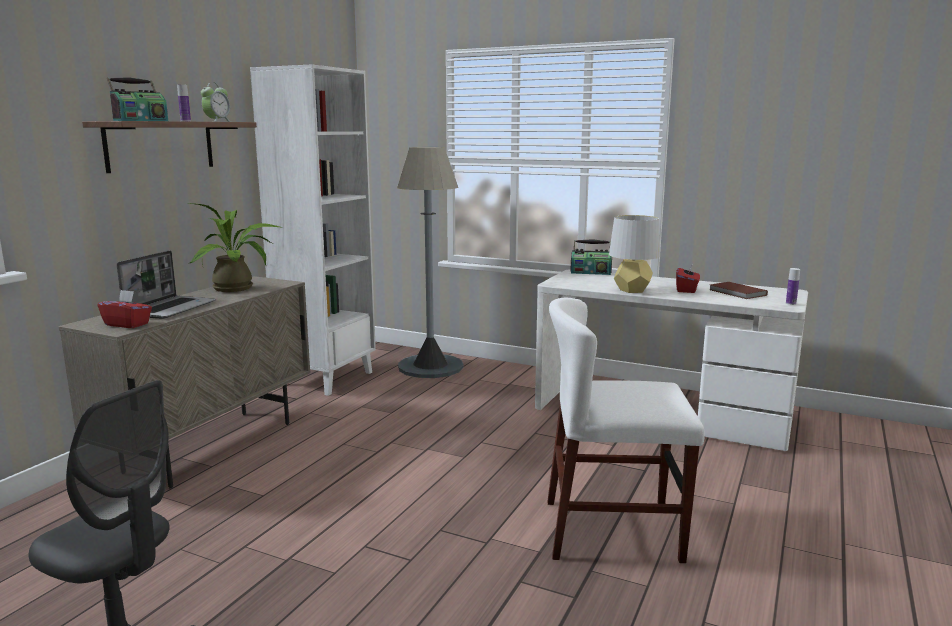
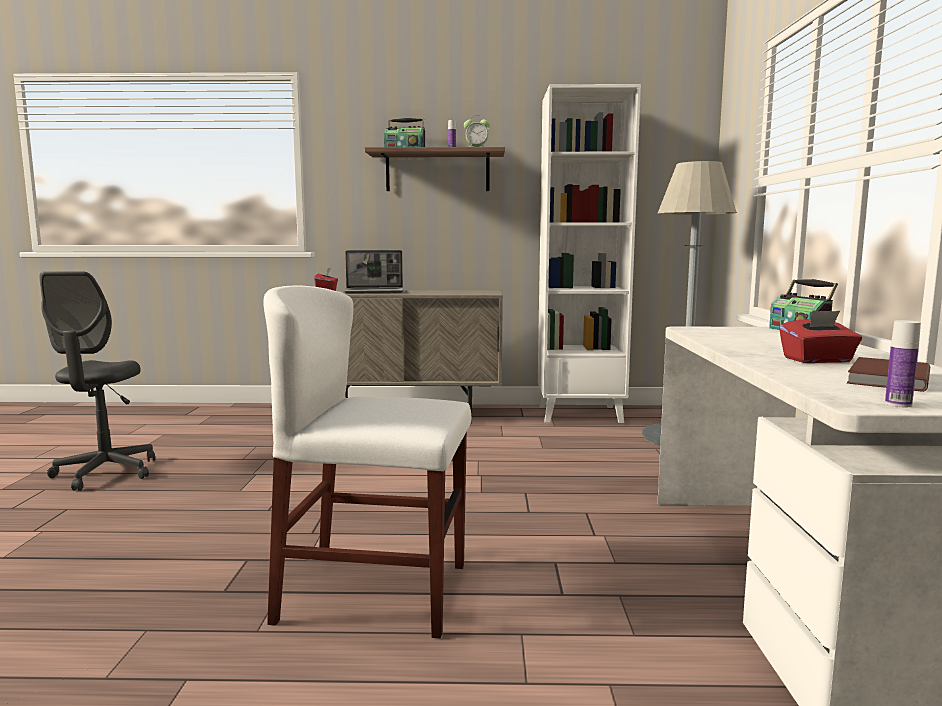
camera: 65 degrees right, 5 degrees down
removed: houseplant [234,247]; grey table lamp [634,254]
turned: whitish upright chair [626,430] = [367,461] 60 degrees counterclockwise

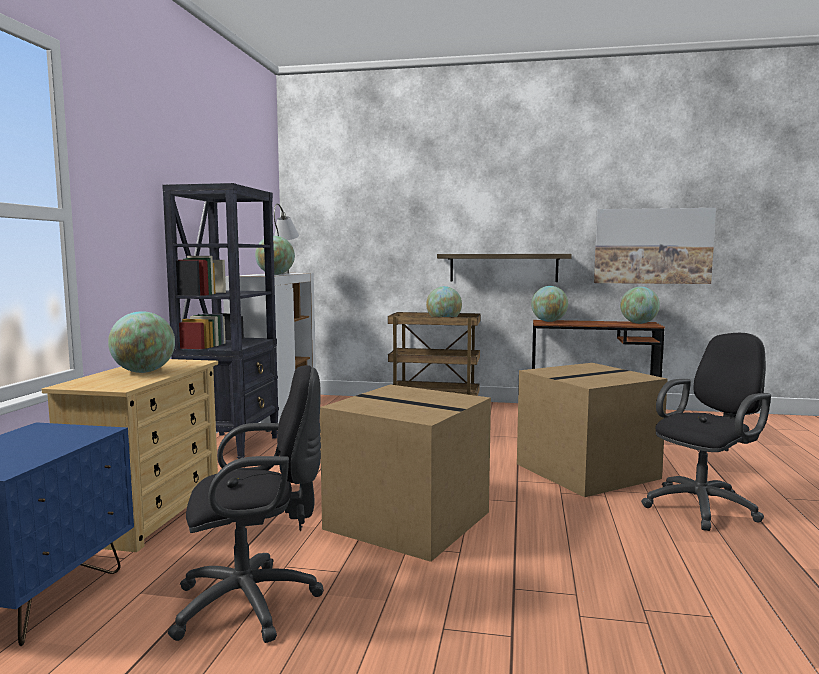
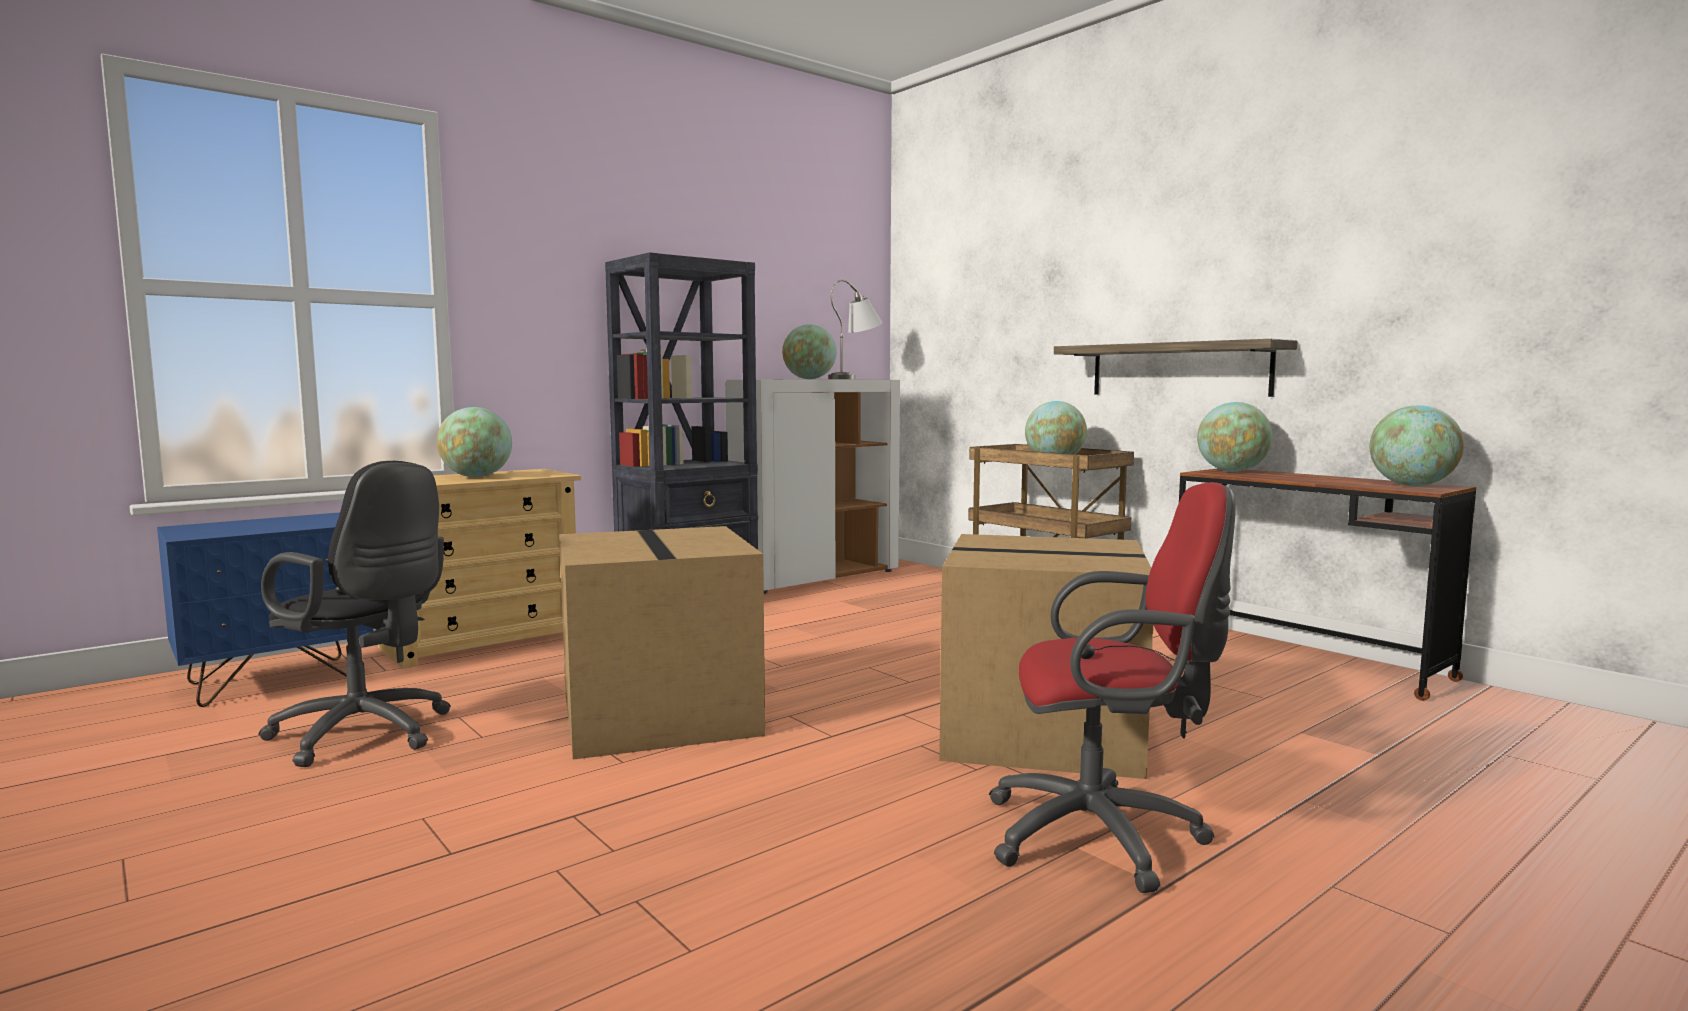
camera: 40 degrees right, 0 degrees up
removed: wall art [655,246]
recoloured: blackish computer chair [706,432] to red-coloured computer chair [1112,687]

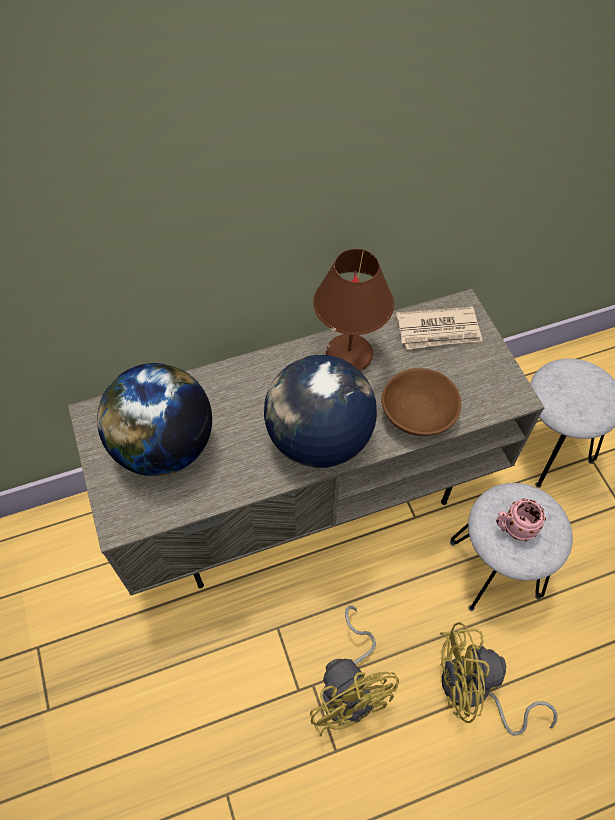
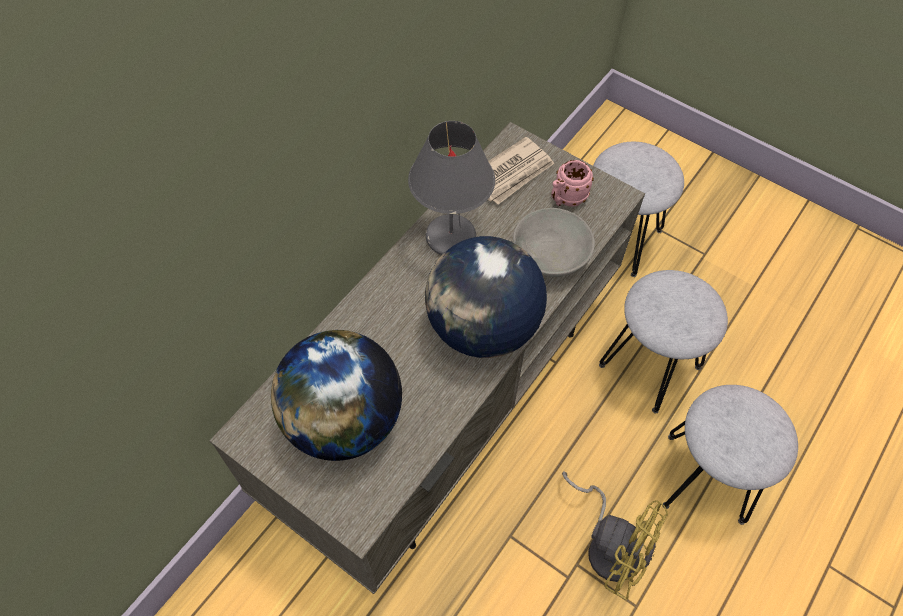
camera: 35 degrees left, 0 degrees up
moved: pinkish coffee mug [521,519] to [572,183]
replaced: yellowish cooling fan [499,679] to grey stool seat [730,455]
recoloured: brownish table lamp [353,310] to grey table lamp [451,188]; brownish deep dish [421,402] to grey deep dish [554,242]

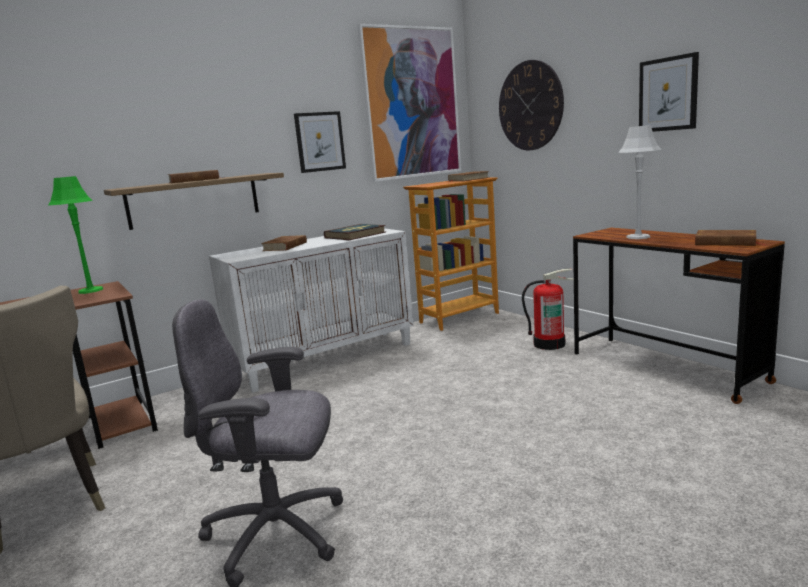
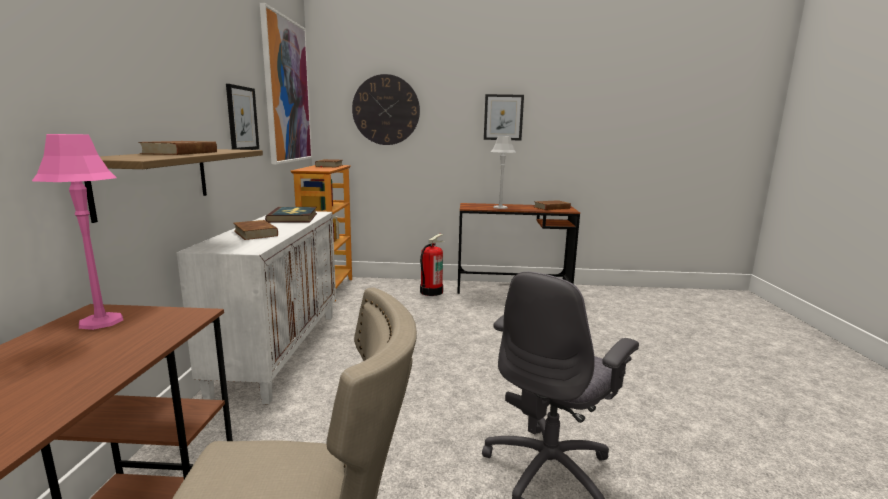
camera: 55 degrees left, 0 degrees up
recoloured: green-coloured table lamp [76,235] to pinkish table lamp [77,232]

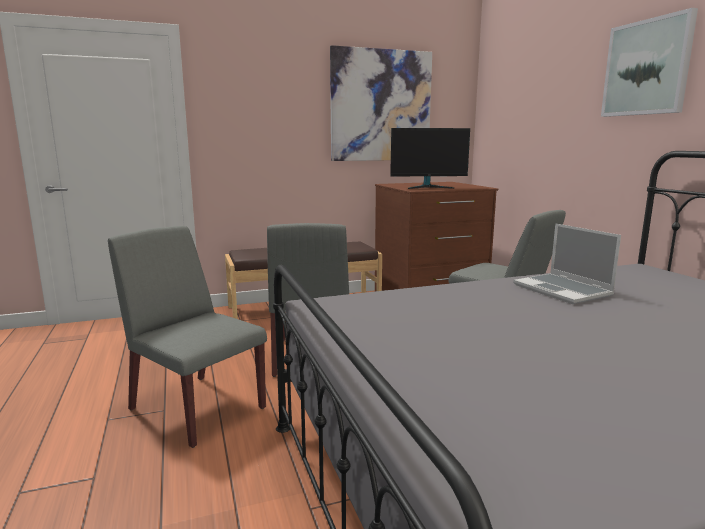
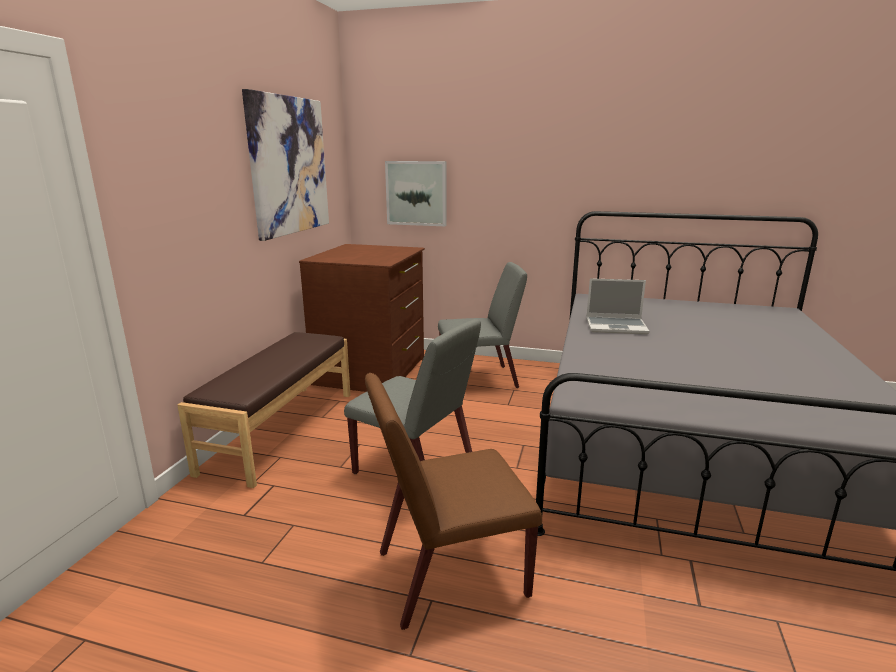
camera: 55 degrees left, 5 degrees up
removed: computer screen [430,158]
moved: wall art [649,62] to [415,193]
recoloured: grey upright chair [187,337] to brownish upright chair [453,501]

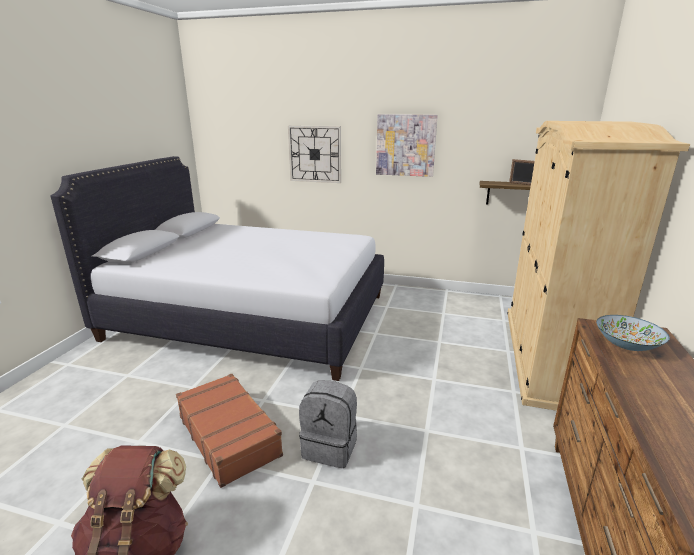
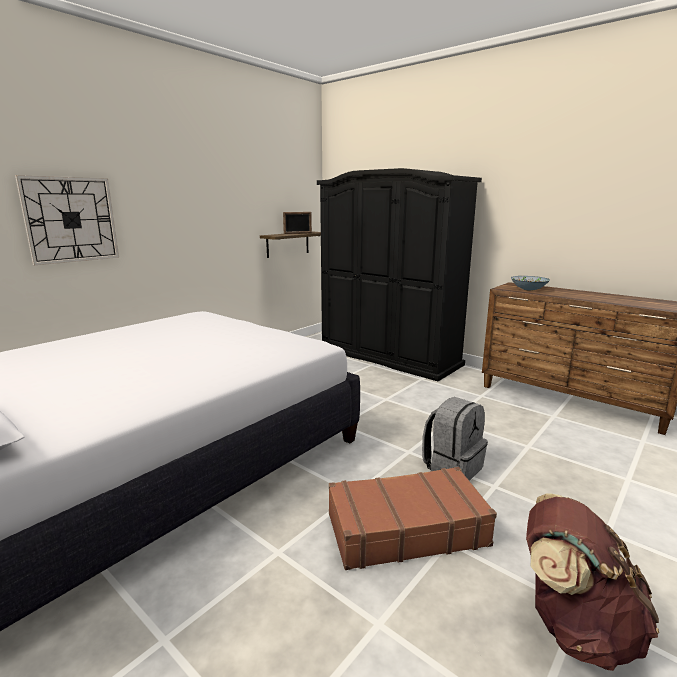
camera: 65 degrees left, 5 degrees down
removed: wall art [407,145]
recoloured: beige armoire [598,266] to blackish armoire [399,274]

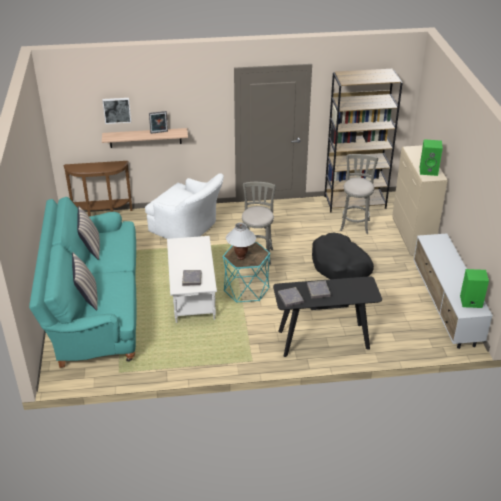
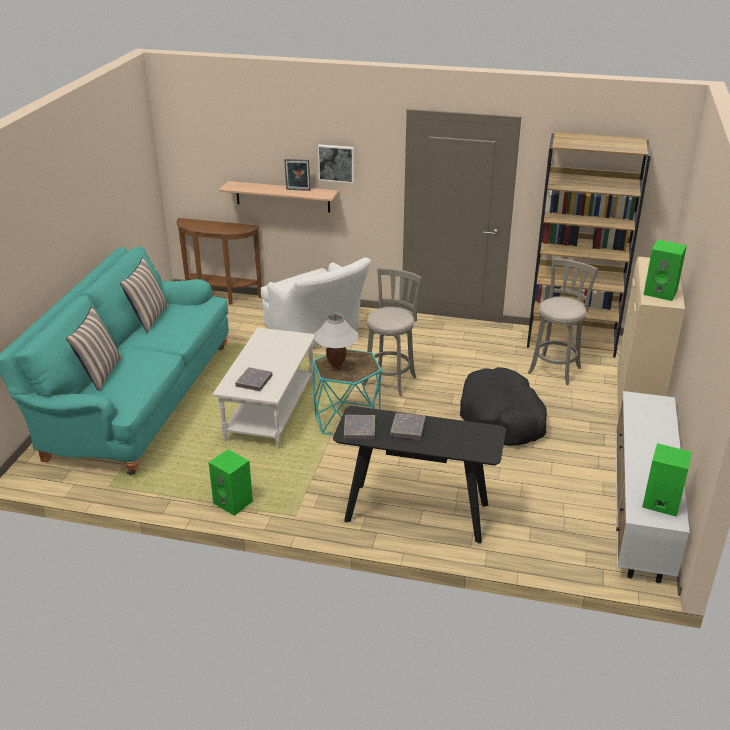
camera: 20 degrees right, 5 degrees down
added: green-coloured speaker [230,483]
moved: wall art [116,111] to [336,163]

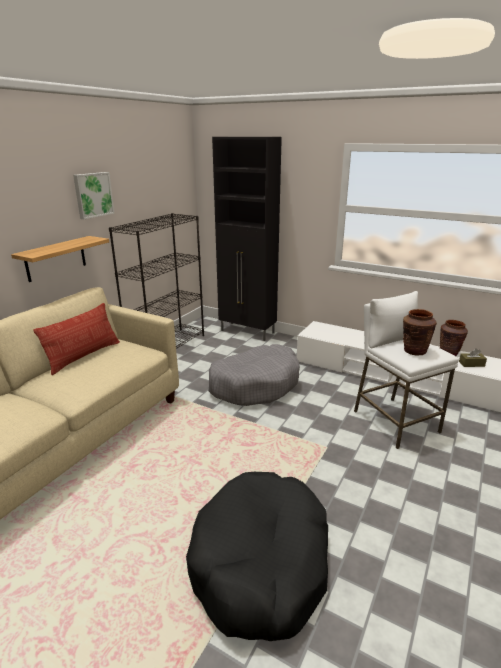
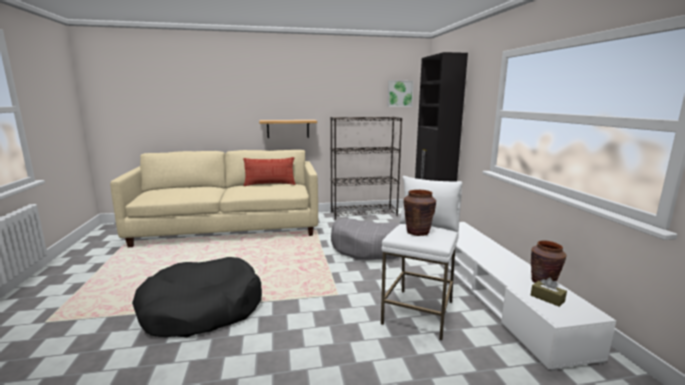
camera: 50 degrees right, 10 degrees down
moved: wall art [93,195] to [401,93]

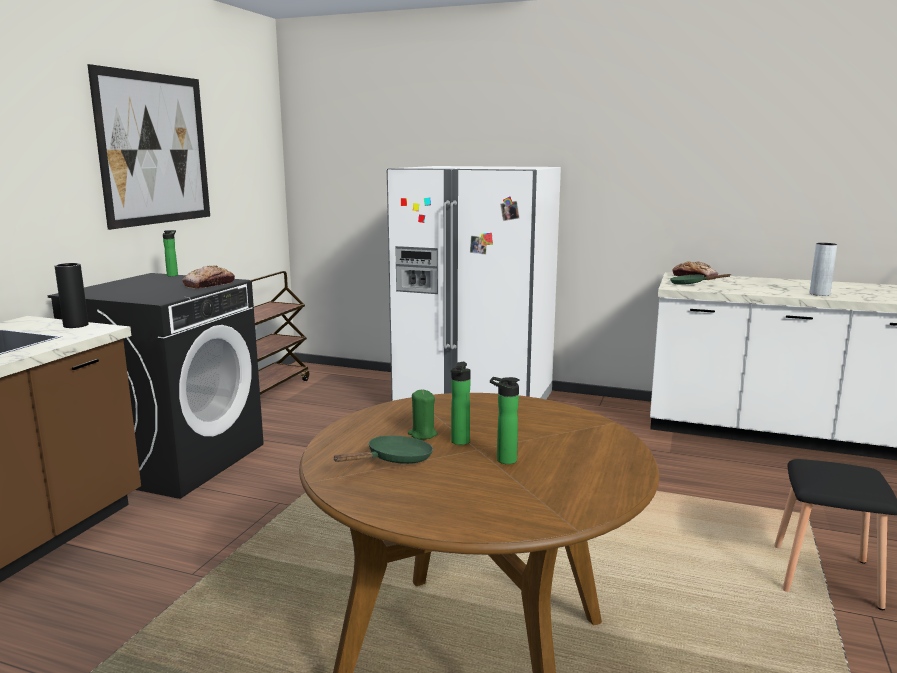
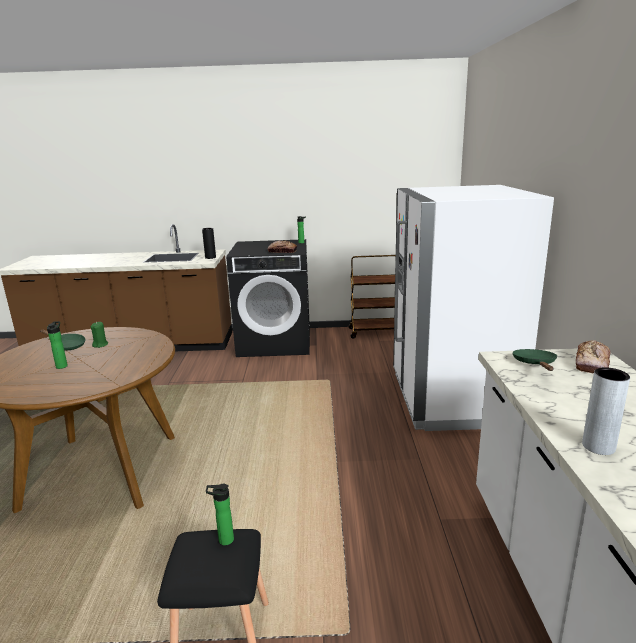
camera: 70 degrees right, 5 degrees up
removed: wall art [148,147]
moved: drink bottle [460,403] to [220,515]

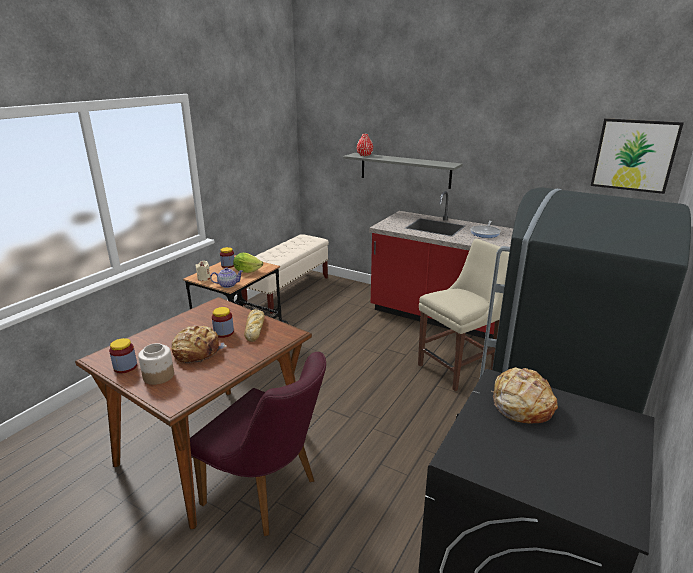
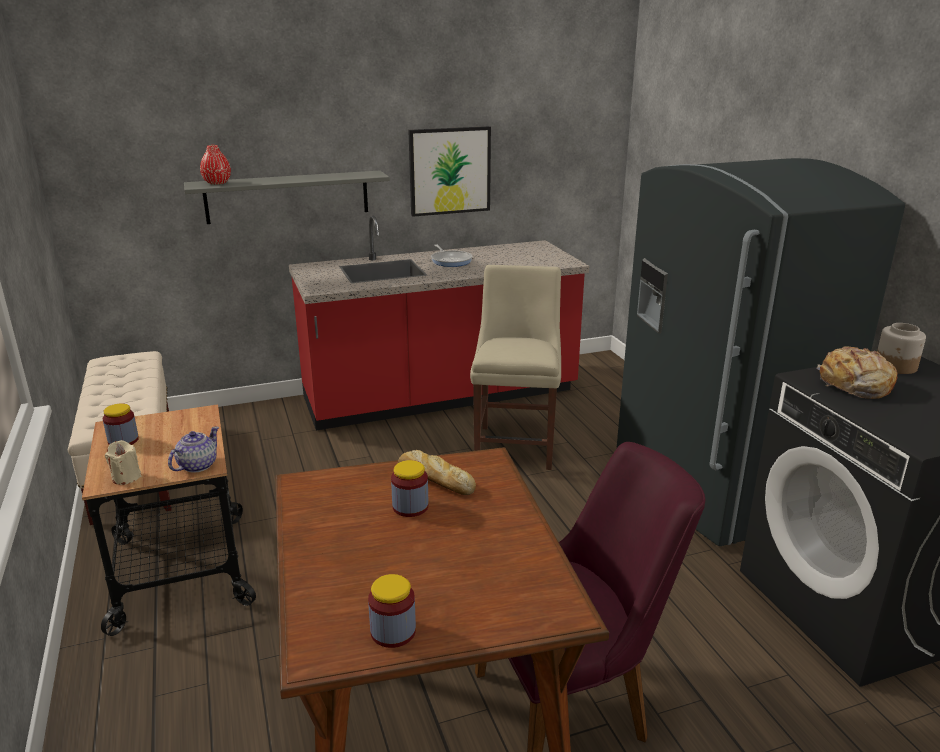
camera: 50 degrees left, 0 degrees up
removed: lettuce head [248,263]; bread [199,344]
moved: wall art [637,156] to [449,171]; storage jar [156,364] to [901,348]

